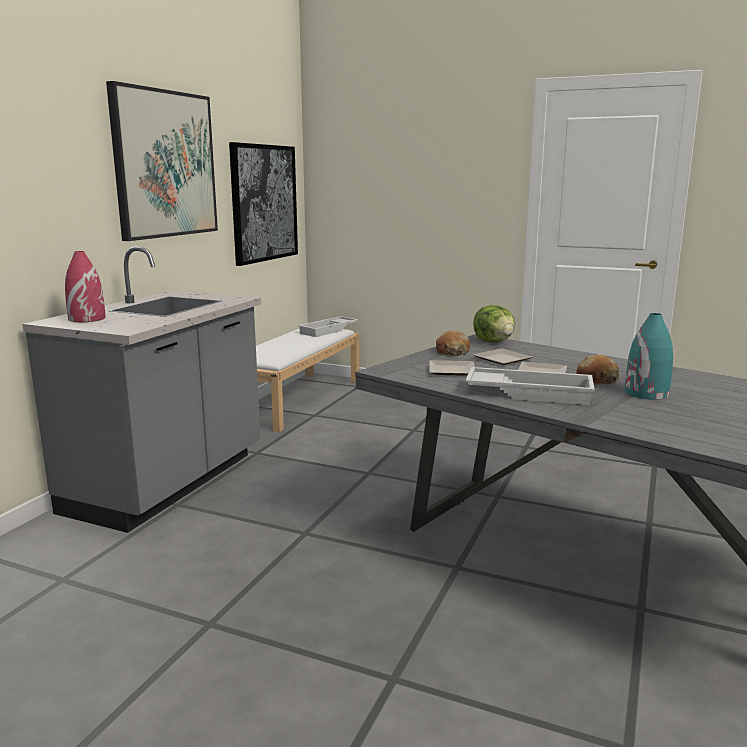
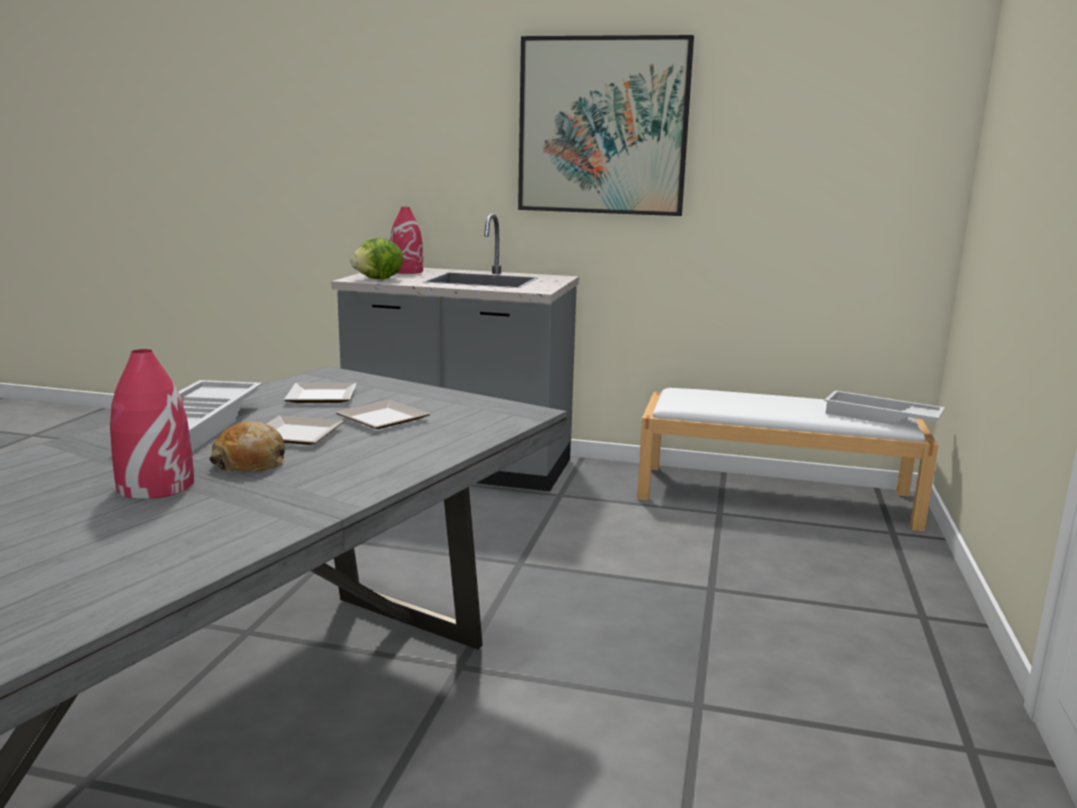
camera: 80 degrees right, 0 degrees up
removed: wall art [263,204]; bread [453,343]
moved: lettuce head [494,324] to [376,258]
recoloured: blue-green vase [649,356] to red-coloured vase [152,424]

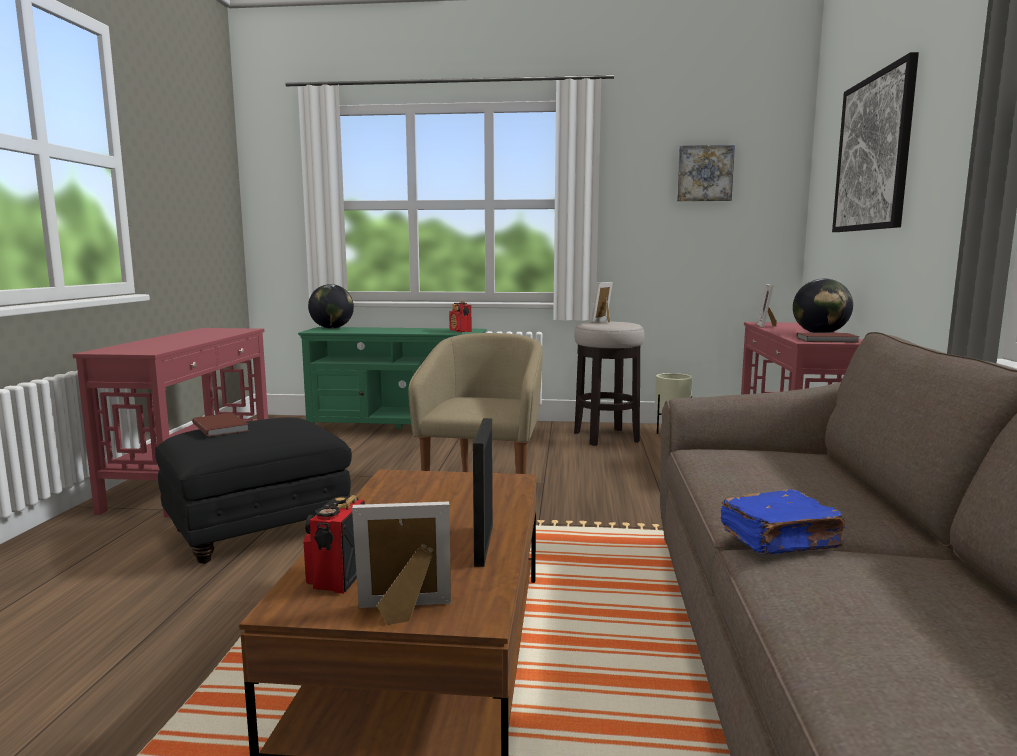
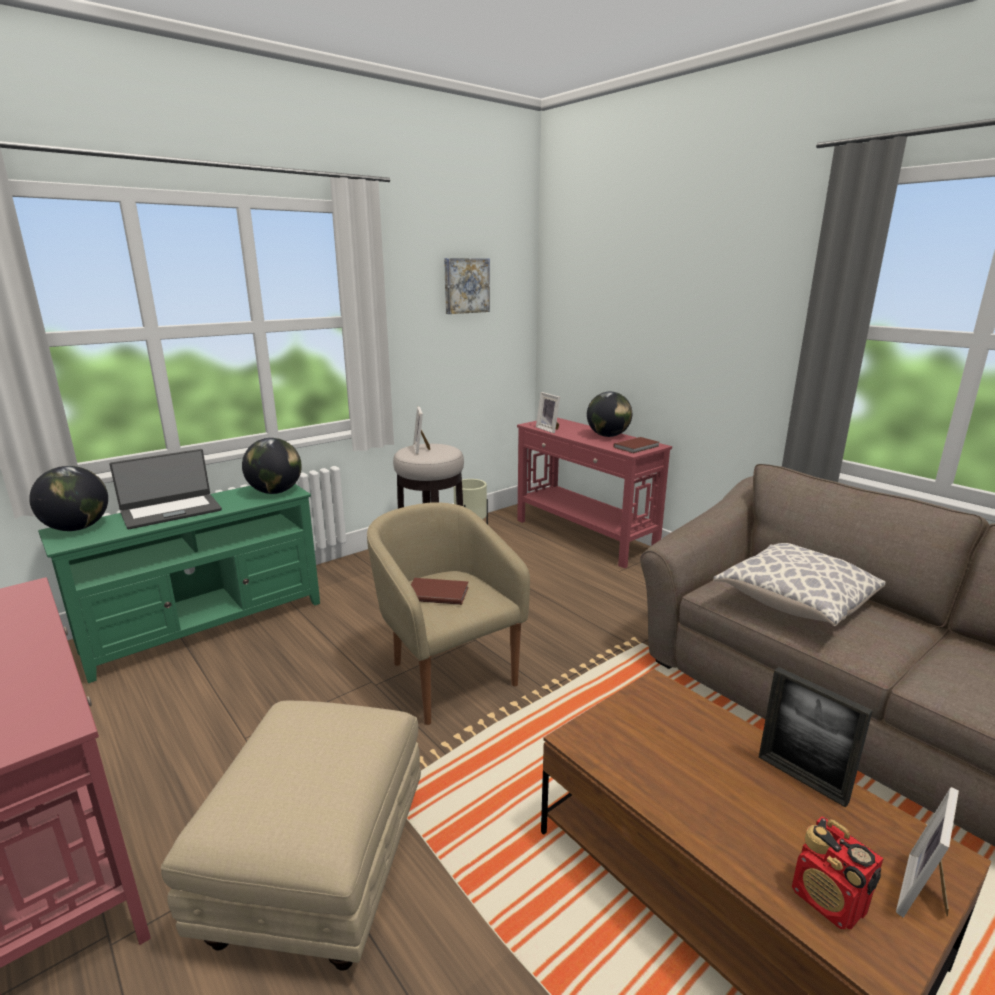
camera: 45 degrees left, 10 degrees up
removed: wall art [875,142]; blue bound book [783,522]
added: portable computer [166,489]; cushion [799,585]
moved: brownish bound book [220,425] to [440,591]
replaced: radio [460,316] to world globe [272,466]
recoloured: blackish ottoman [253,490] to beige ottoman [291,836]

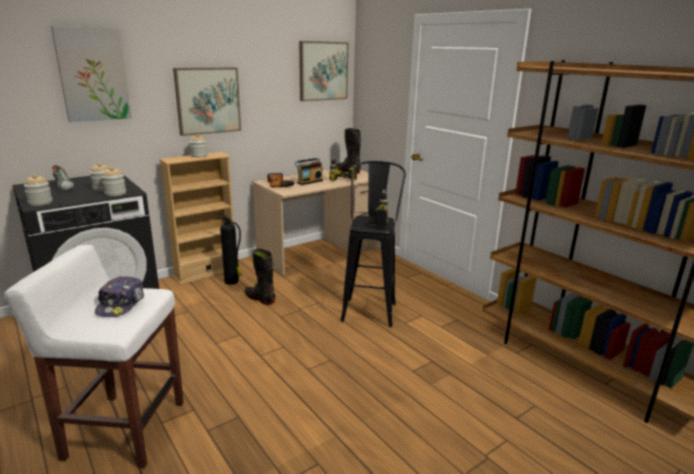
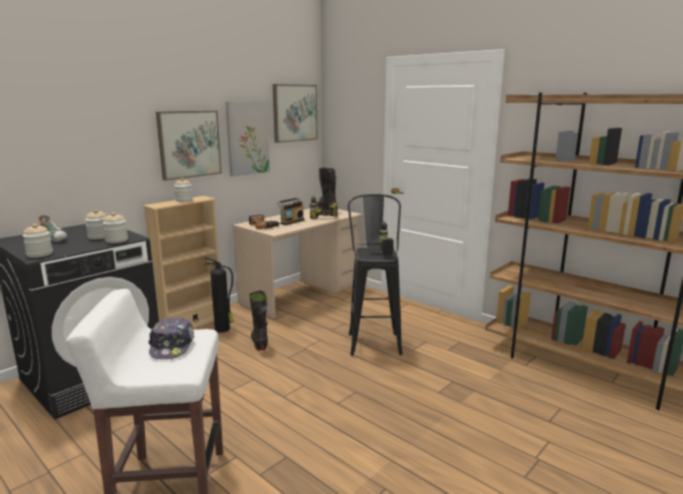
camera: 10 degrees left, 5 degrees down
moved: wall art [91,74] to [248,138]
turned: blackish high-top boot [260,277] = [258,321] 45 degrees clockwise

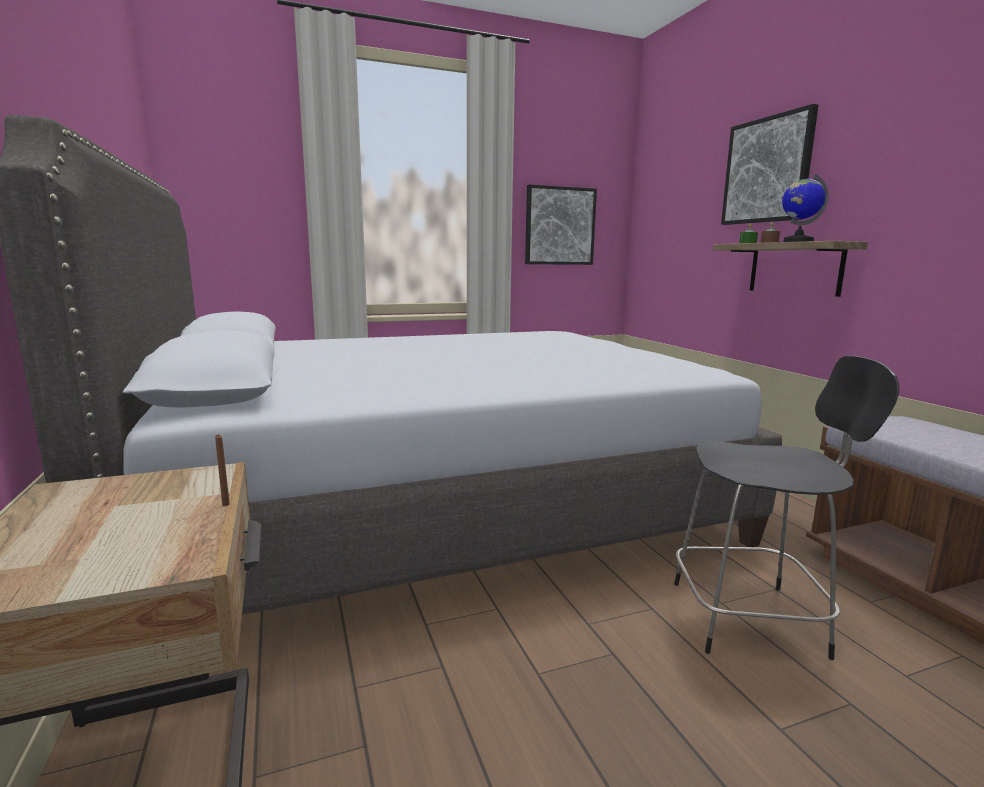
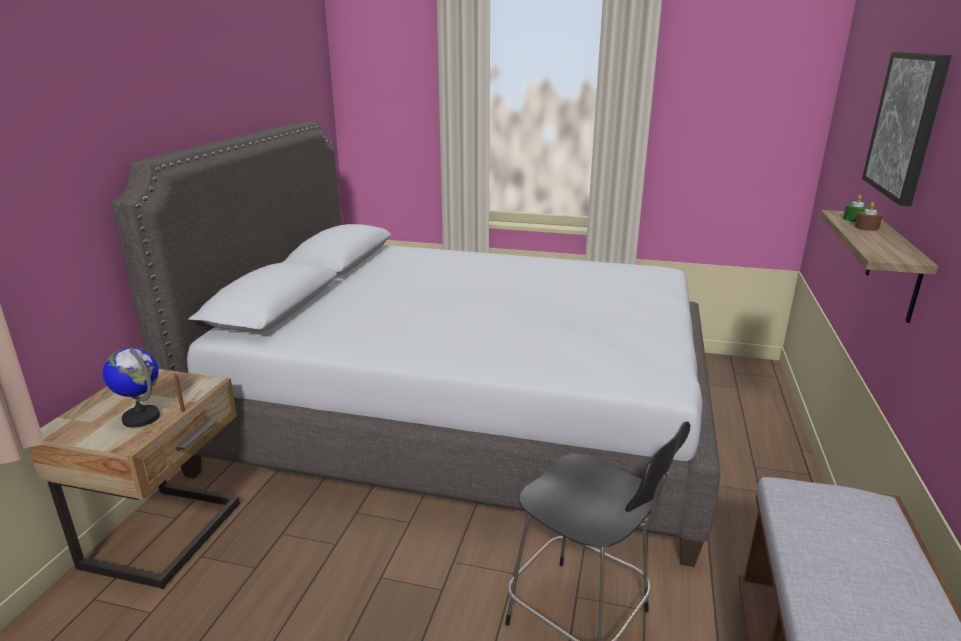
camera: 35 degrees right, 10 degrees up
removed: wall art [561,224]
moved: world globe [805,208] to [131,387]

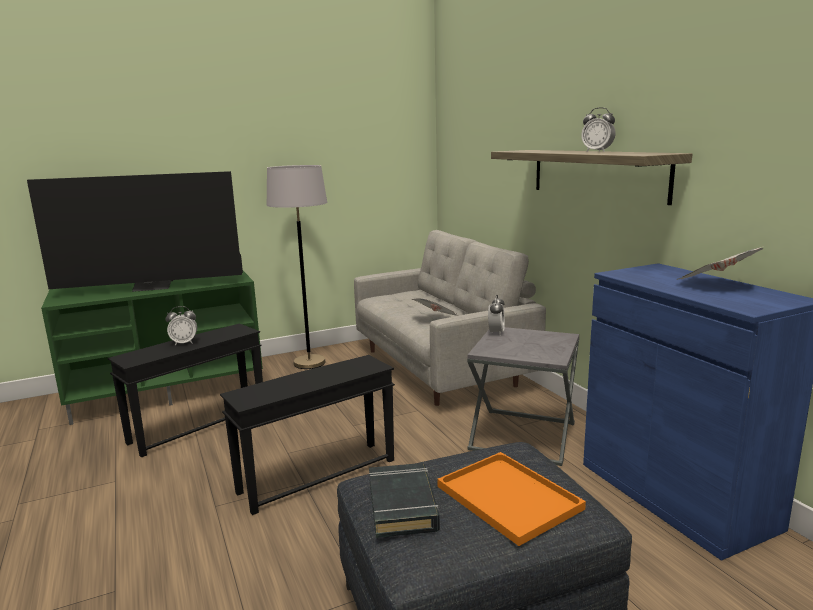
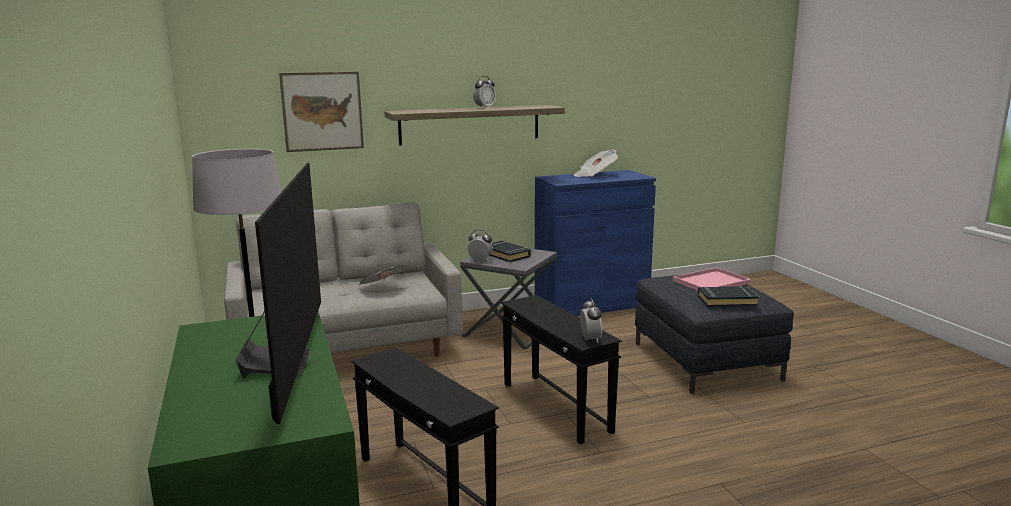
camera: 85 degrees left, 0 degrees up
added: wall art [321,112]; blackish bound book [510,251]
moved: table clock [181,325] to [591,320]
recoloured: orangey serving tray [511,499] to pinkish serving tray [712,279]

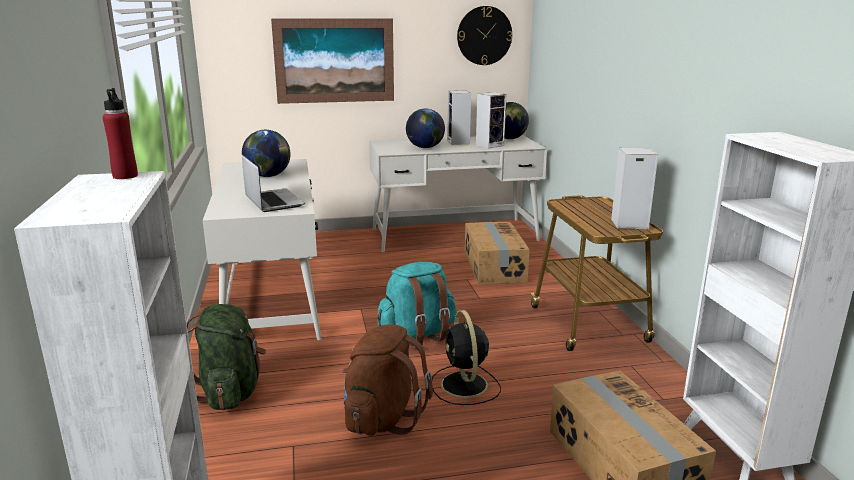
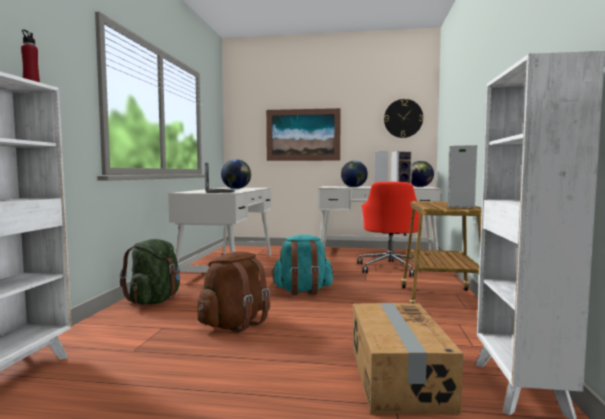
camera: 20 degrees right, 15 degrees down
removed: blackish cooling fan [466,357]
replaced: cardboard box [497,253] to red-coloured computer chair [389,229]

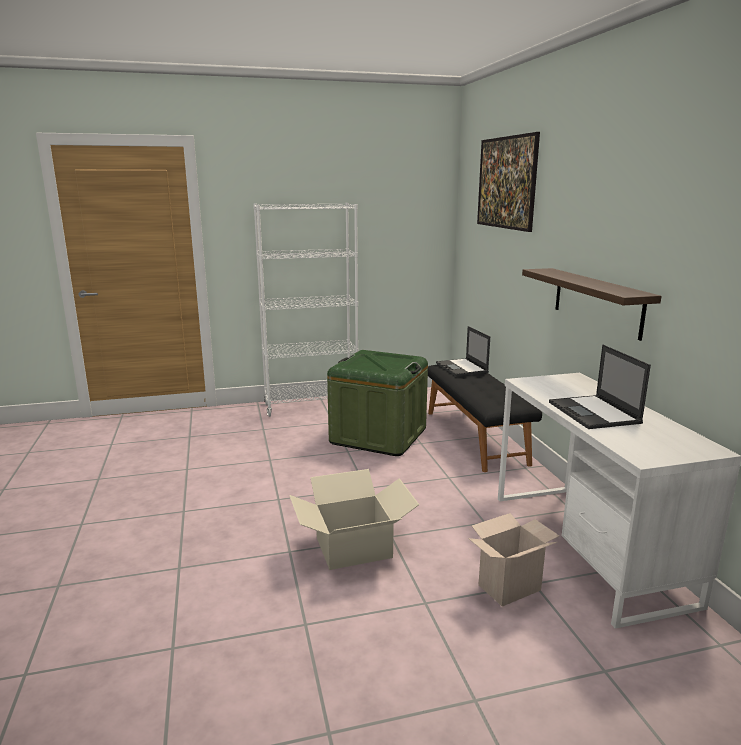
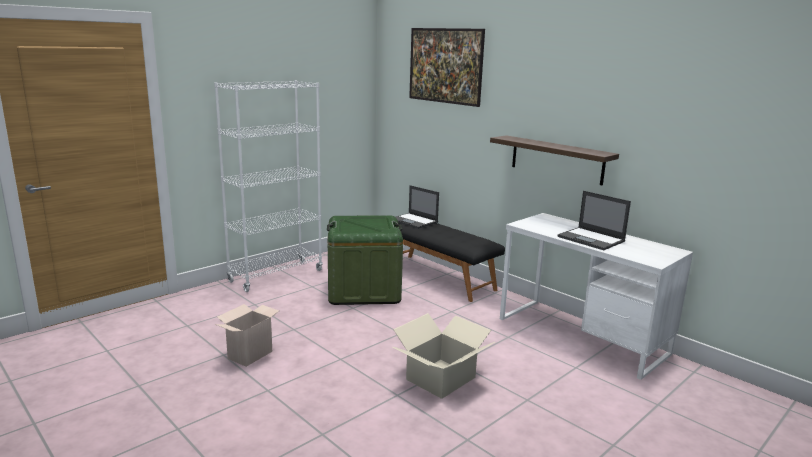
camera: 30 degrees left, 0 degrees up
moved: cardboard box [513,560] to [247,335]

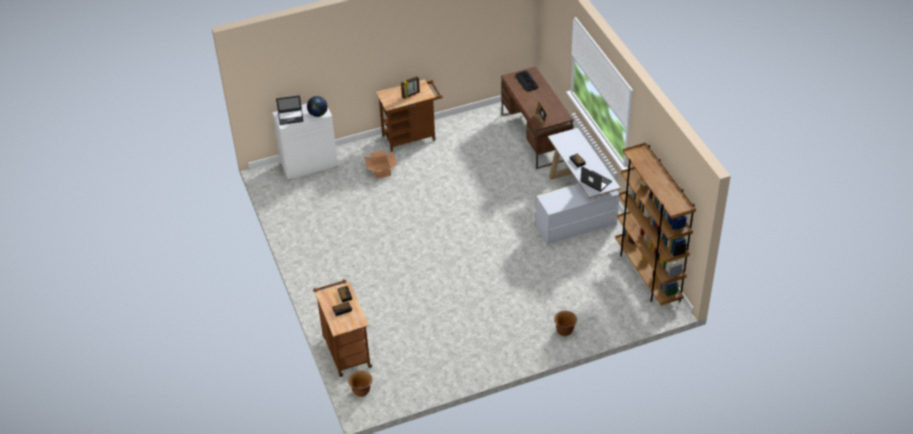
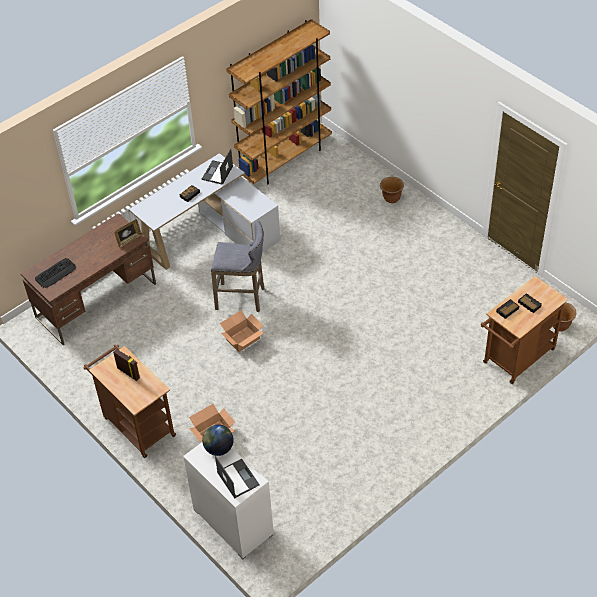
camera: 110 degrees left, 5 degrees up
added: grey stool seat [237,266]; cardboard box [242,331]

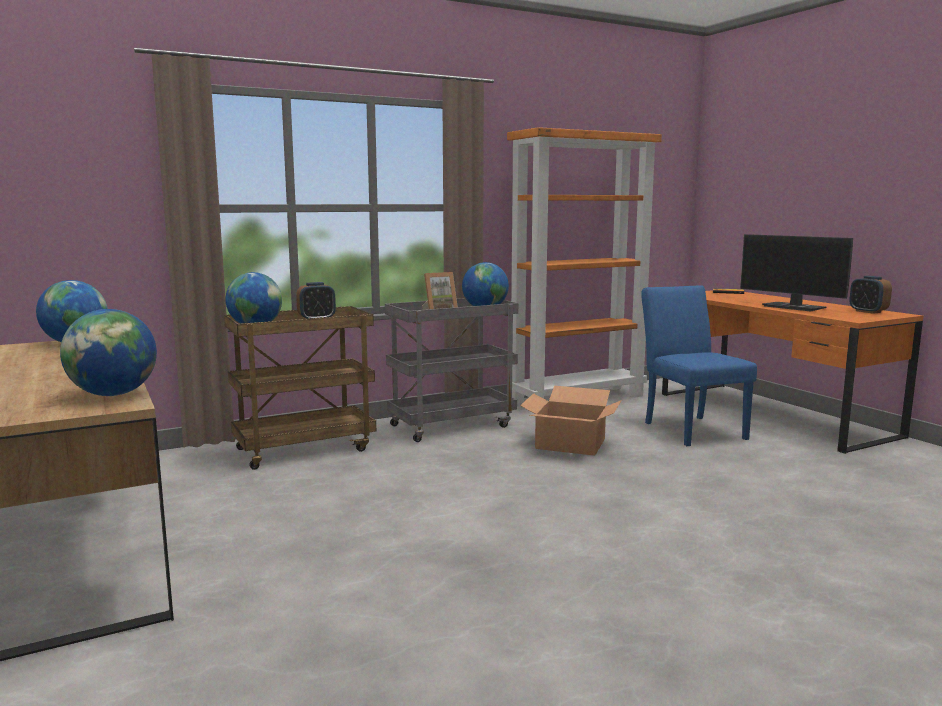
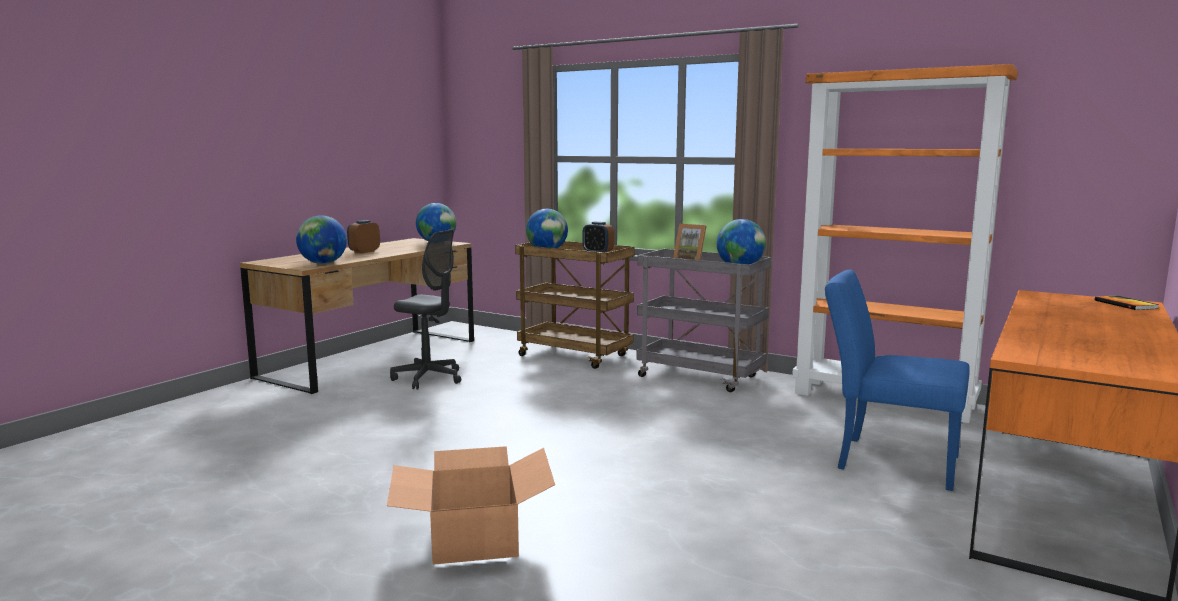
camera: 60 degrees right, 0 degrees up
removed: computer screen [796,272]
added: grey computer chair [425,309]
moved: table clock [870,295] to [363,236]; cardboard box [571,421] to [471,505]
turned: blue upright chair [699,365] = [897,380] 105 degrees counterclockwise

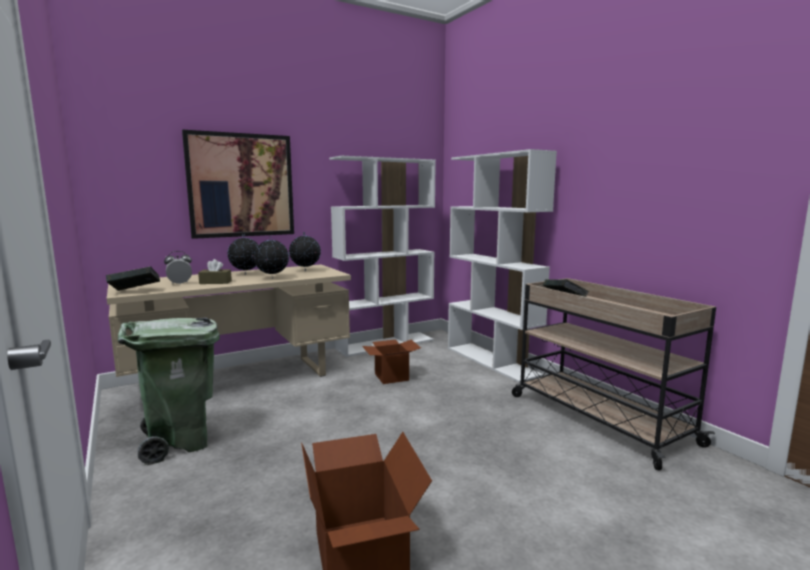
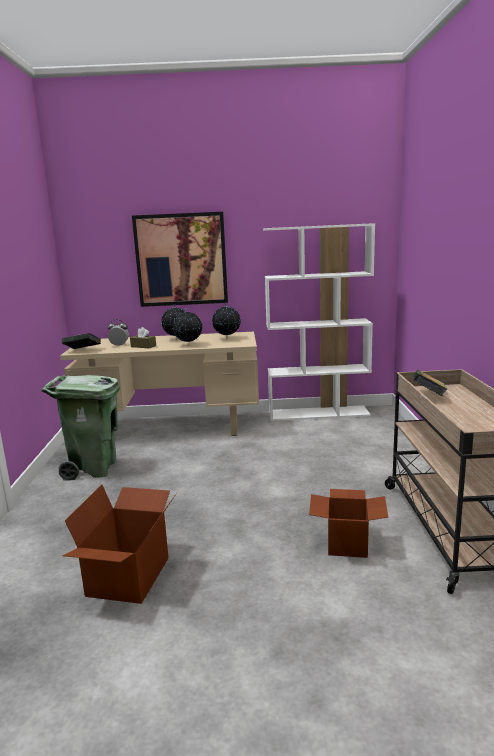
camera: 30 degrees right, 5 degrees up
removed: whitish bookshelf [502,266]
moved: cardboard box [391,362] to [349,523]

